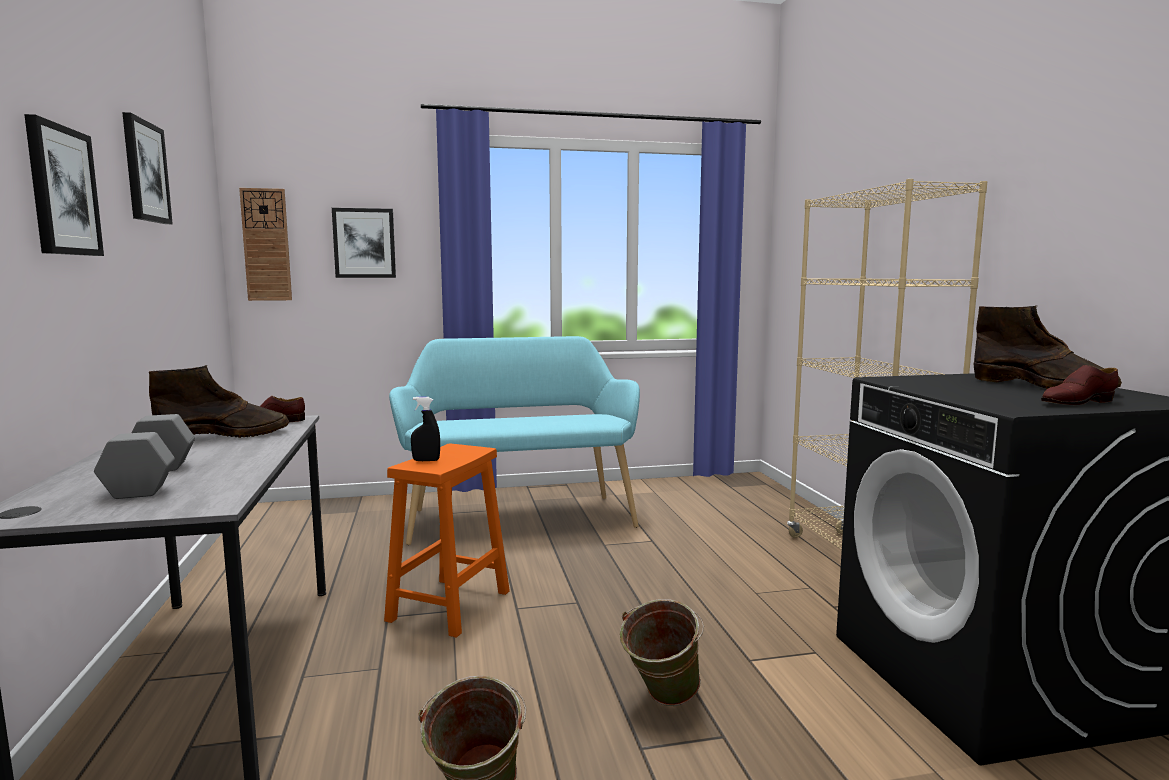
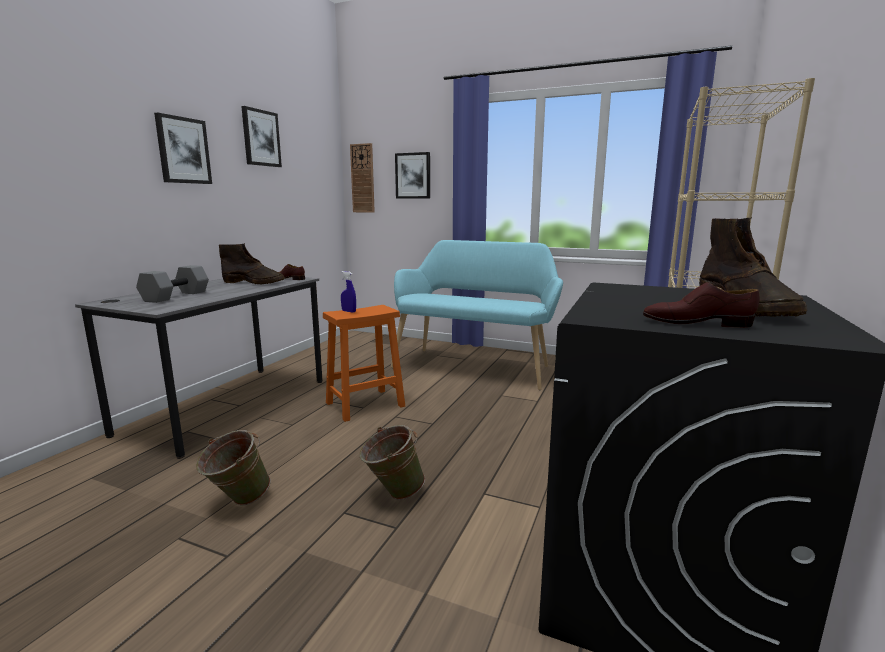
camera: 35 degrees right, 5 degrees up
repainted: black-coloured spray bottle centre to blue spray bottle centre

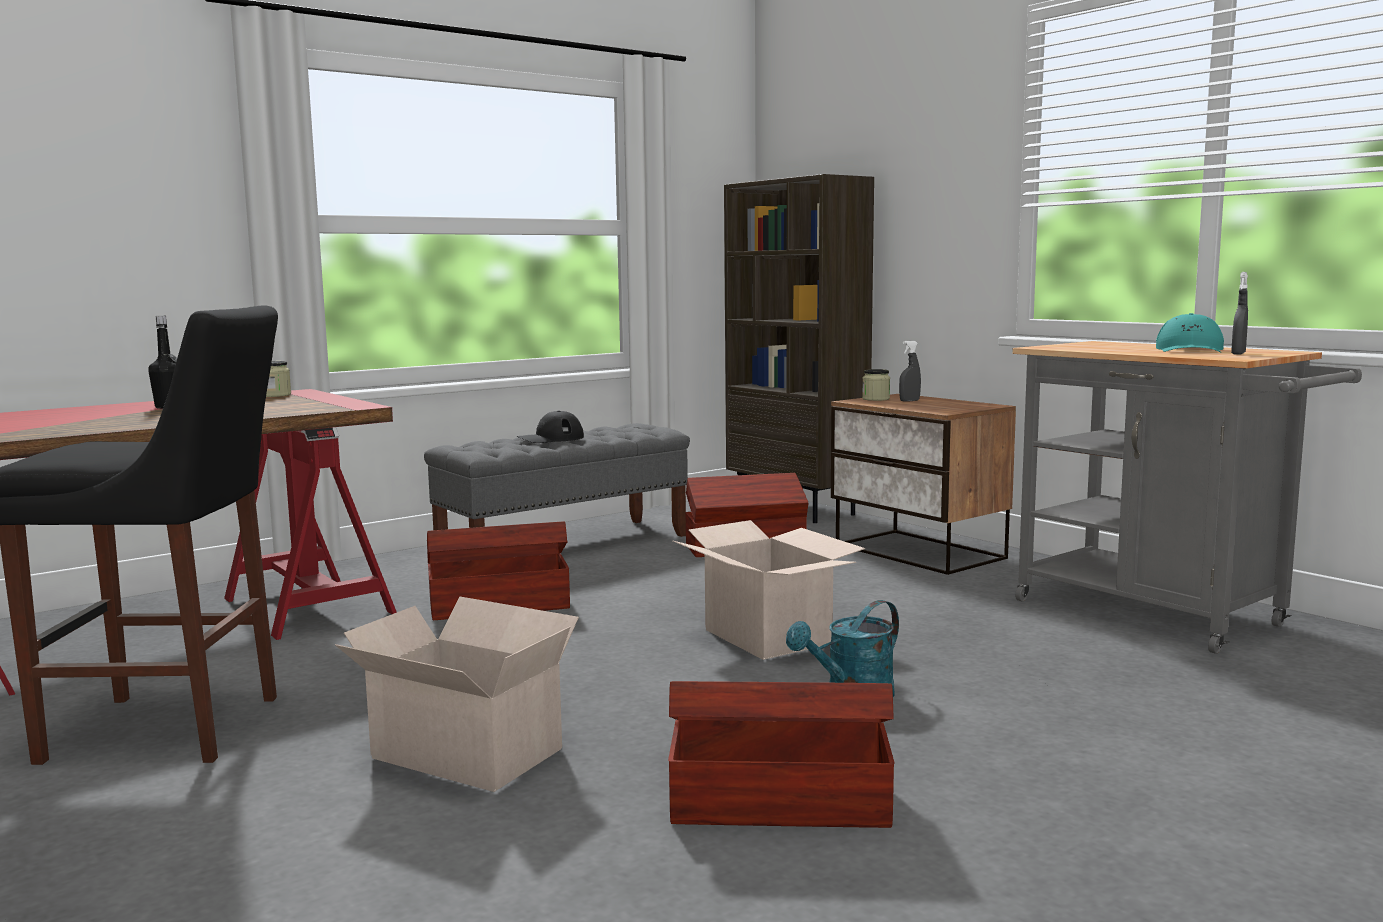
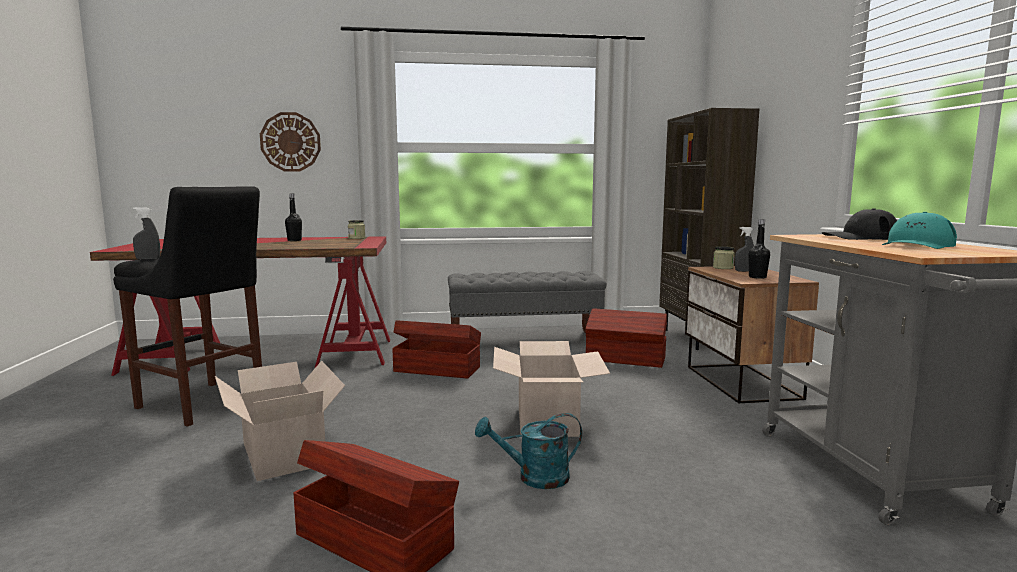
camera: 30 degrees right, 0 degrees up
new: wall clock top left; black-coloured bottle (no. 2 from left) middle right
shifted: black-coloured baseball cap centre to middle right; greyish spray bottle (no. 2 from left in the first image) middle right to greyish spray bottle (no. 1 from left) middle left

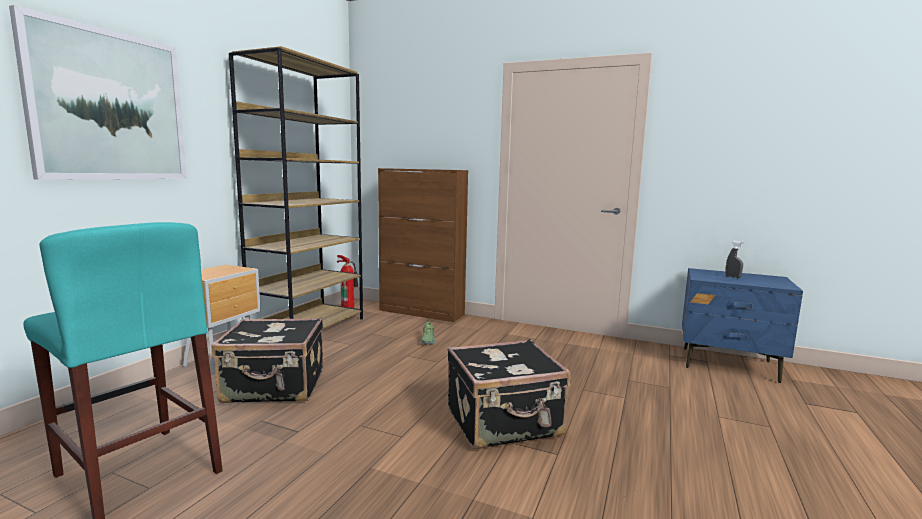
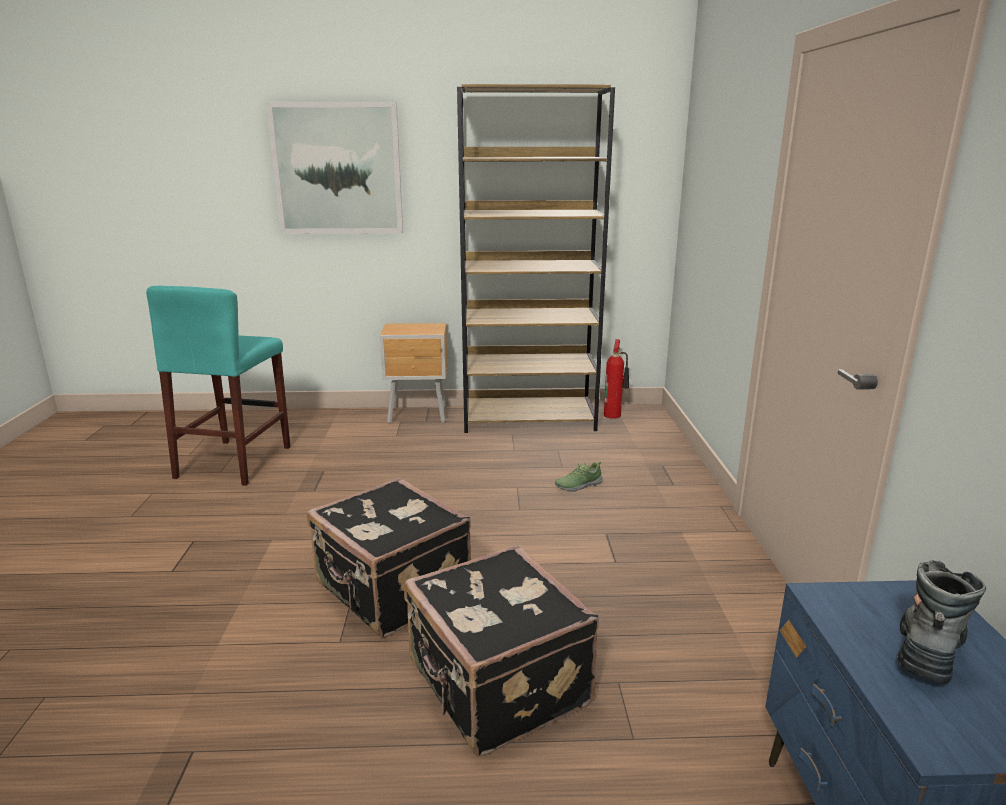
camera: 65 degrees right, 10 degrees up
gone: brown cabinet centre
shifted: black-coloured suitcase (no. 1 from left in the first image) bottom left to black-coloured suitcase (no. 2 from left) bottom centre
swapped: greyish spray bottle middle right to high-top boot bottom right

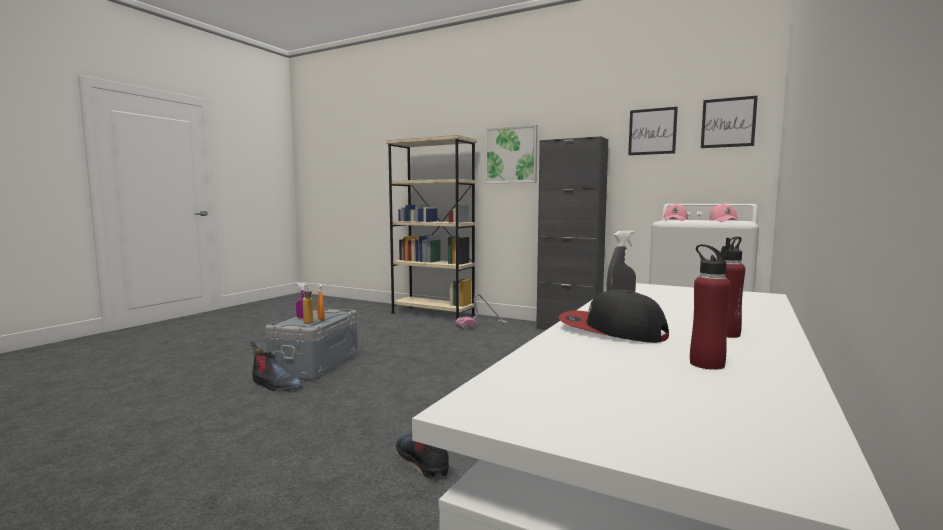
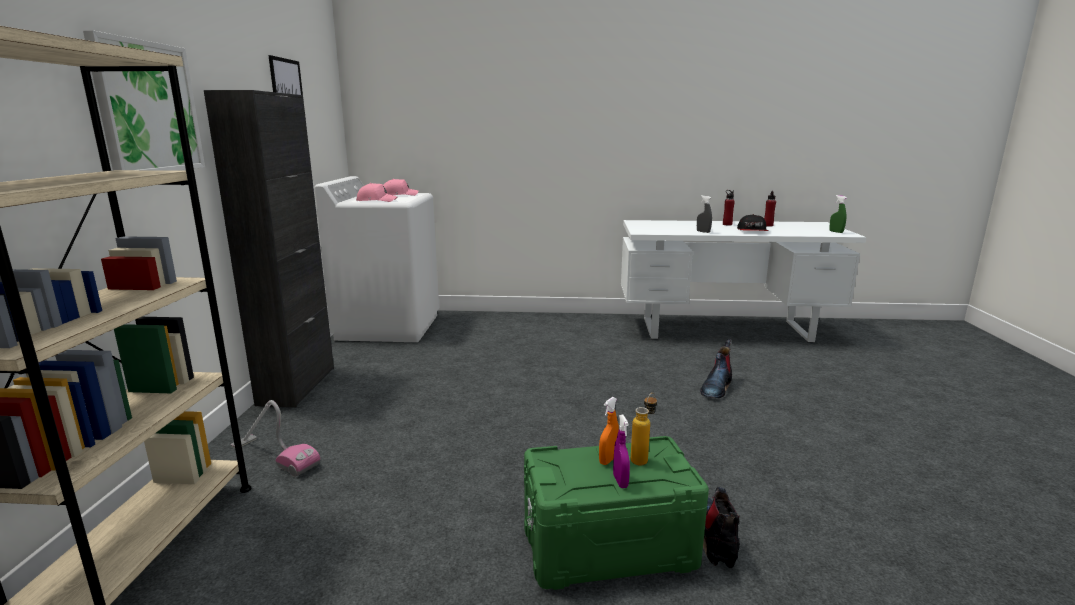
camera: 115 degrees left, 10 degrees up
gone: wall art (no. 3 from left) top right
new: greenish spray bottle middle right
repainted: greyish storage container middle left to greenish storage container bottom centre

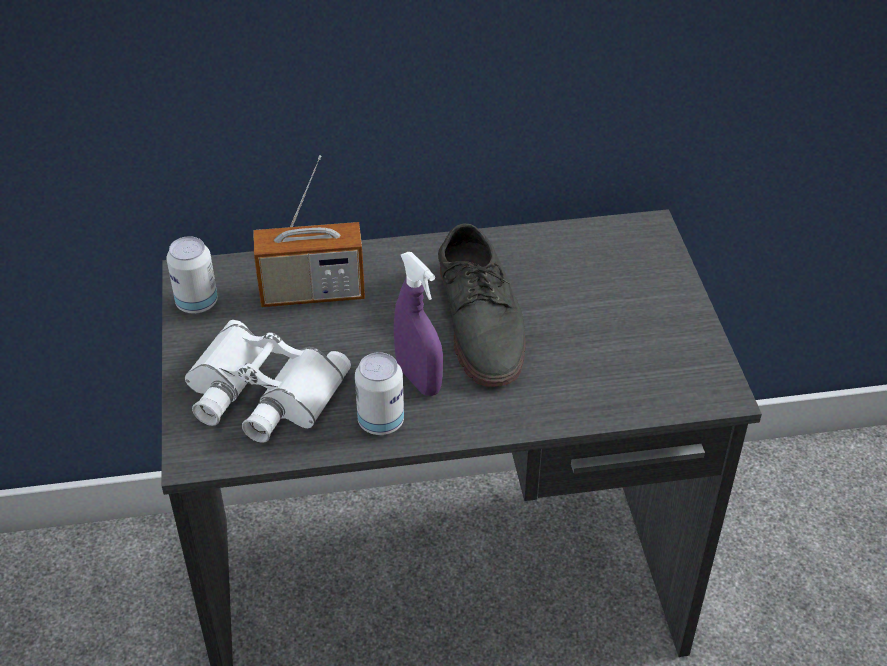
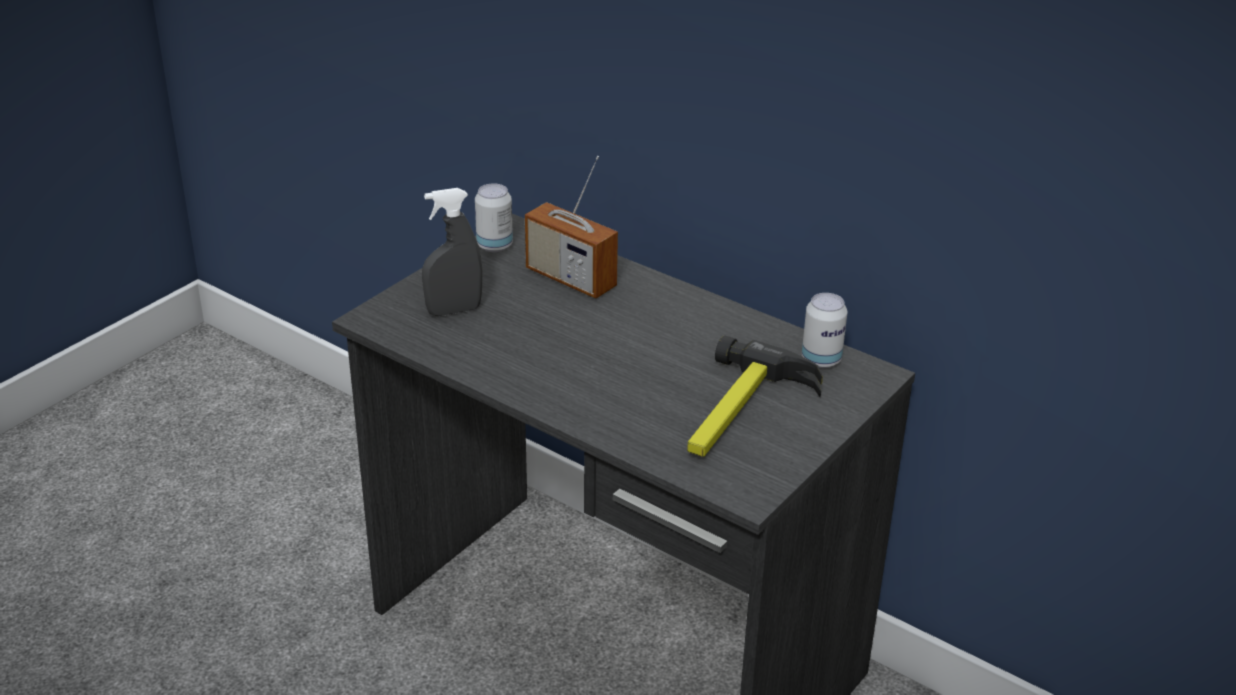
camera: 45 degrees right, 10 degrees down
gone: purplish spray bottle centre; greyish shoe centre
new: hand hammer centre
shifted: can (no. 2 from left) centre to middle right
swapped: white-coloured field glasses middle left to greyish spray bottle centre

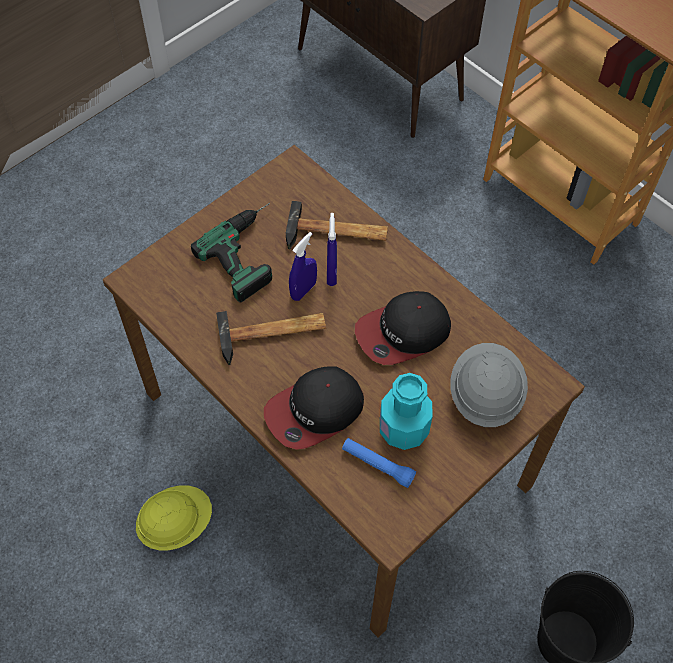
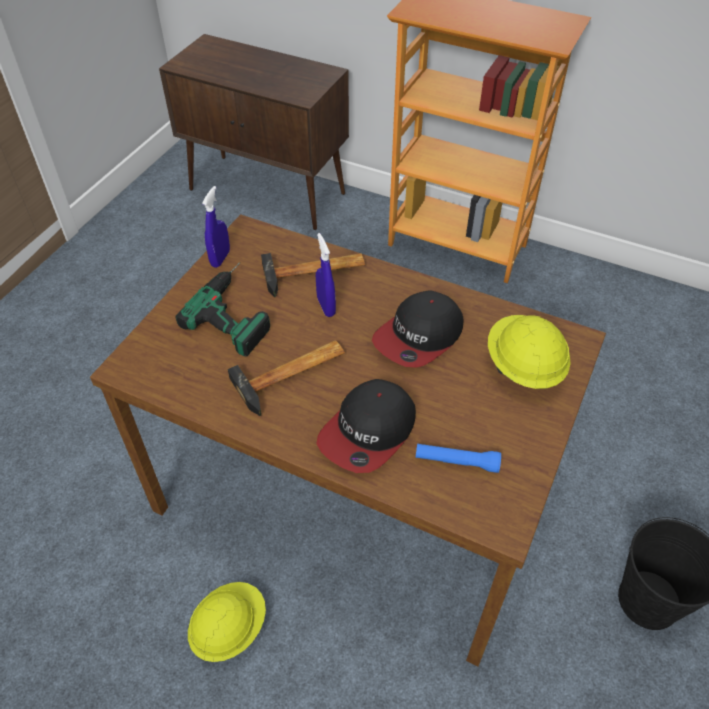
camera: 20 degrees left, 10 degrees down
gone: turquoise bottle centre
shifted: blue spray bottle (no. 1 from left) centre to top left
repainted: greyish hard hat middle right to yellow hard hat (no. 2 from left) middle right

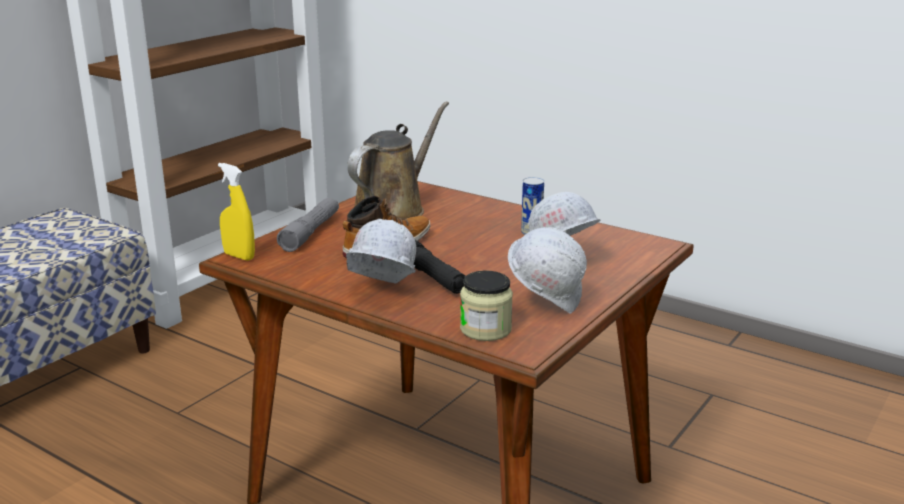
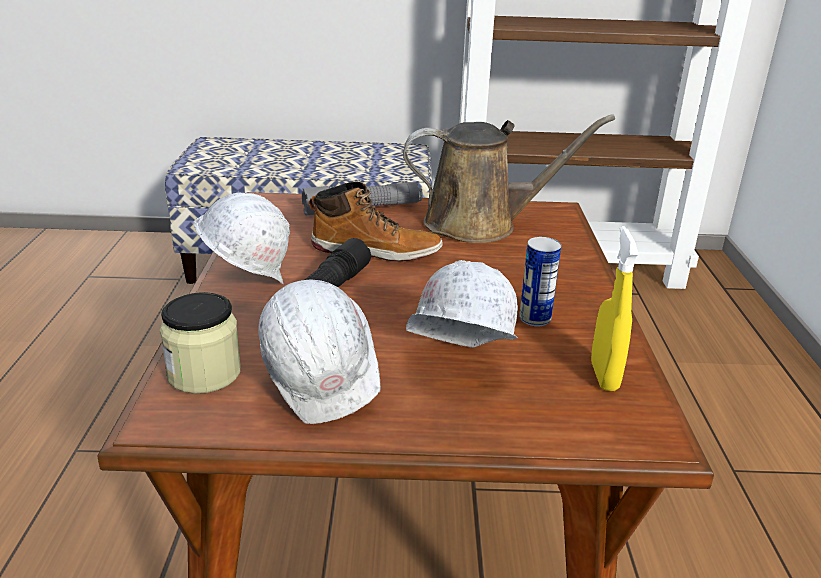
camera: 55 degrees right, 5 degrees up
shifted: yellow spray bottle middle left to middle right

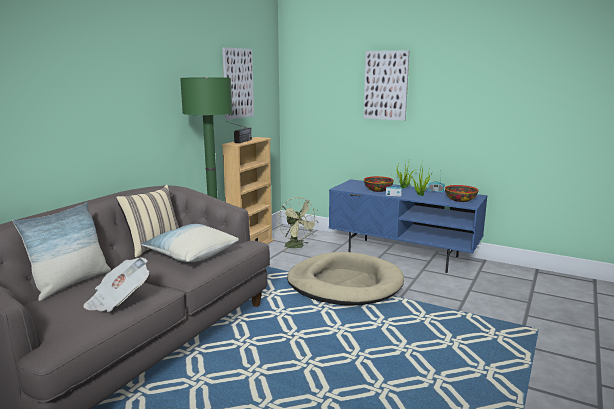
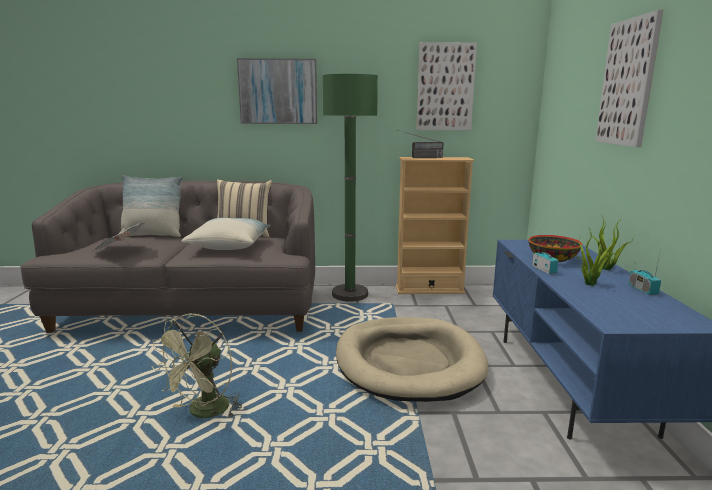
camera: 60 degrees right, 0 degrees up
gone: deep dish (no. 2 from left) middle right
new: wall art (no. 1 from left) top centre
shifted: greenish cooling fan centre to bottom left

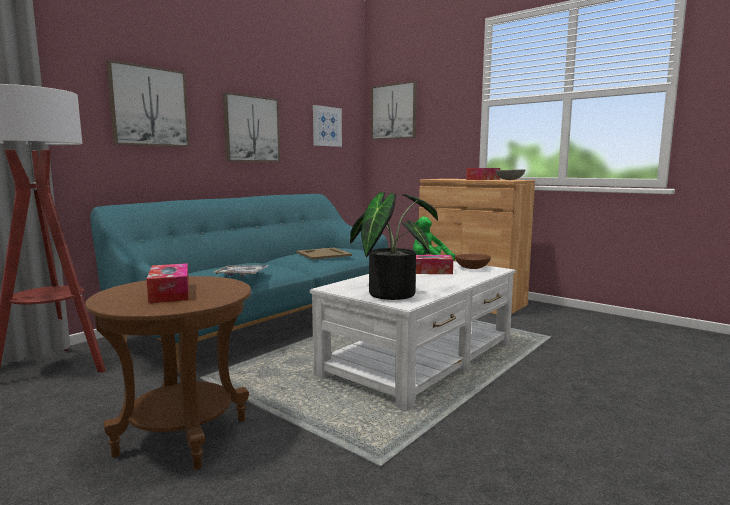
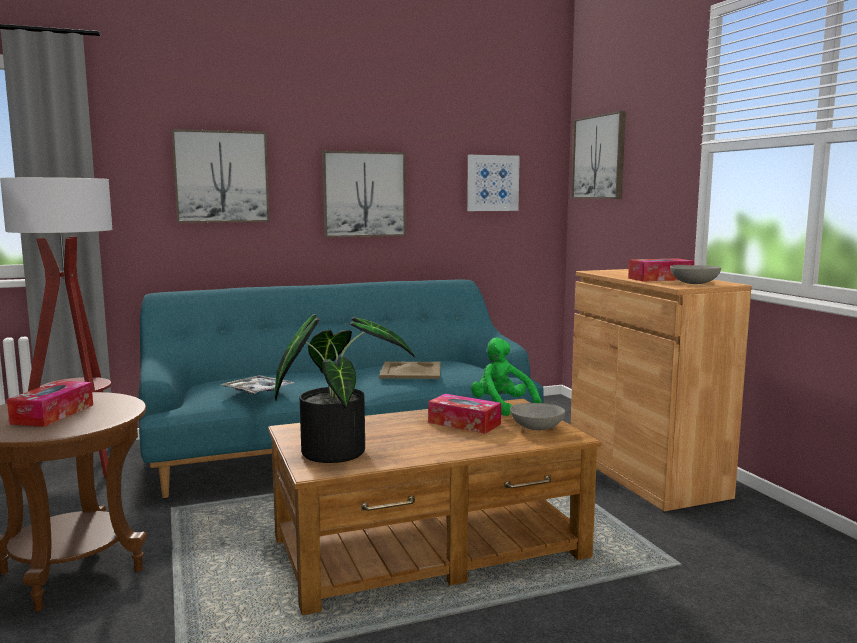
camera: 30 degrees right, 0 degrees up
repainted: white-coloured low table centre to brown low table bottom centre; brown deep dish centre to greyish deep dish (no. 1 from left) centre

